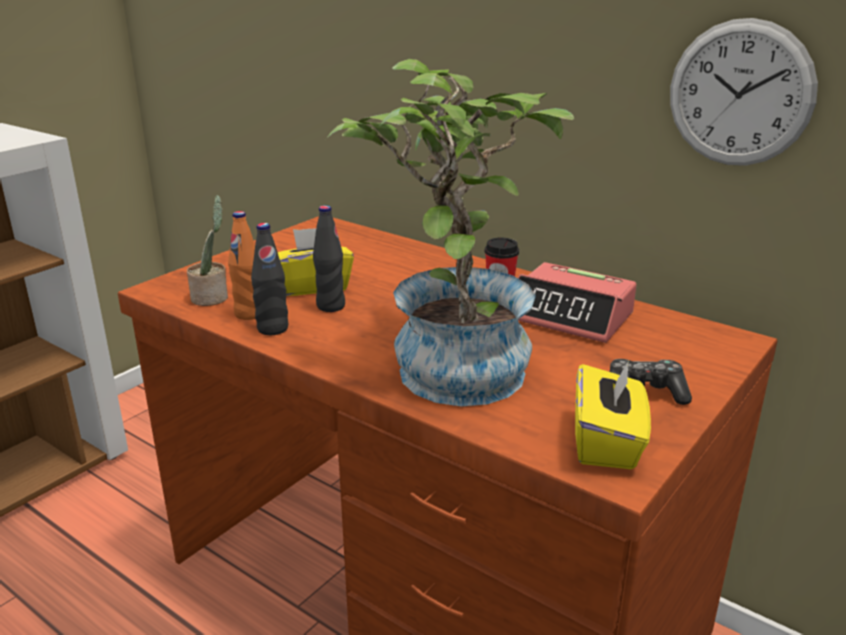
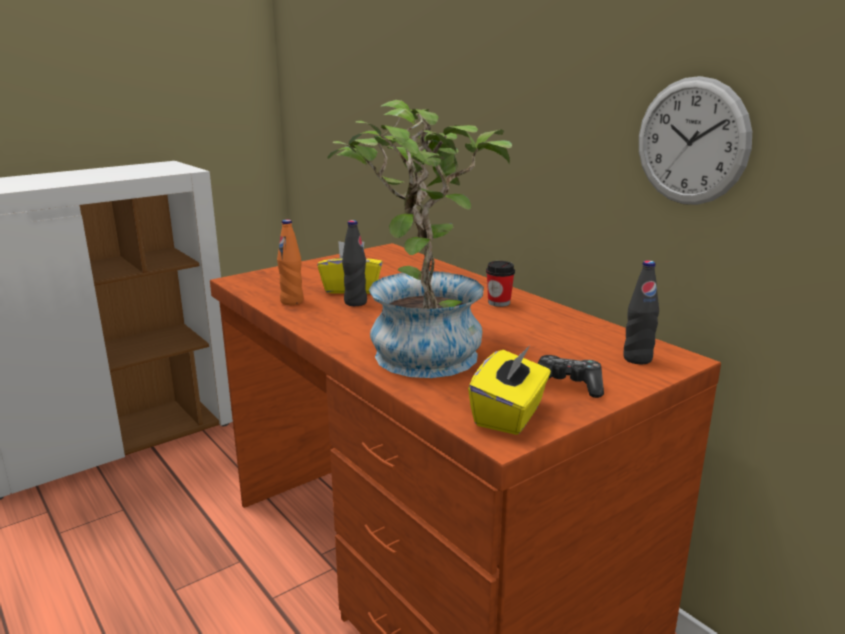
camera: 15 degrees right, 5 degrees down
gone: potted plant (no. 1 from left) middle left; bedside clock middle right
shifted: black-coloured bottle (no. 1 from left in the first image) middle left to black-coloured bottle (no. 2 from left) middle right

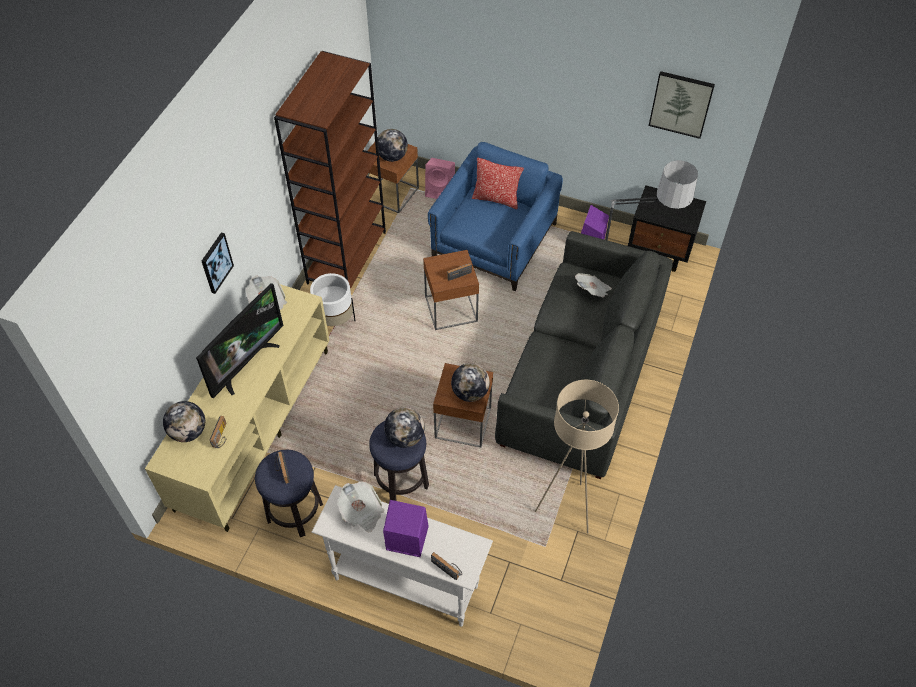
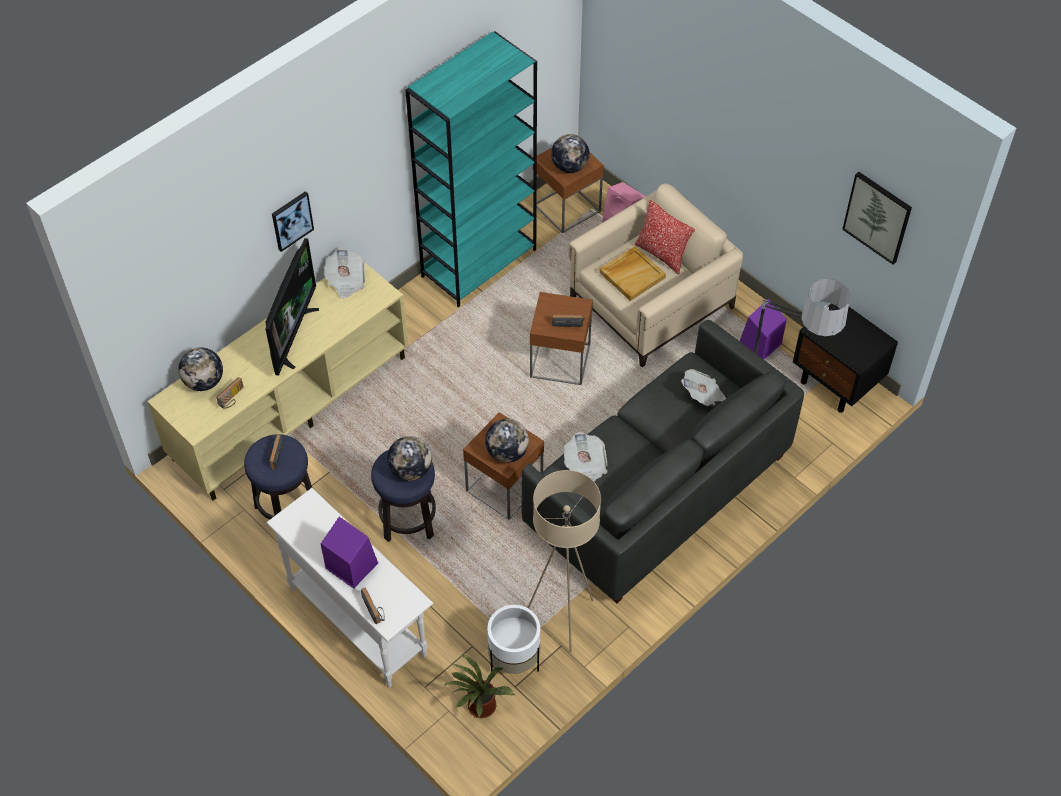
camera: 25 degrees right, 0 degrees up
new: potted plant bottom centre; beige tray centre
shifted: white-coloured flower pot centre to bottom centre; printed paper (no. 2 from left) bottom centre to centre
repainted: brown bookcase top centre to turquoise bookcase top centre; blue lounge chair top centre to beige lounge chair centre
rotated: television middle left = middle left 45 degrees counterclockwise

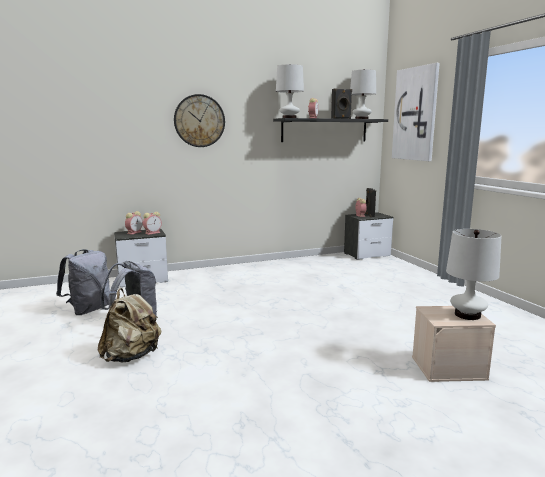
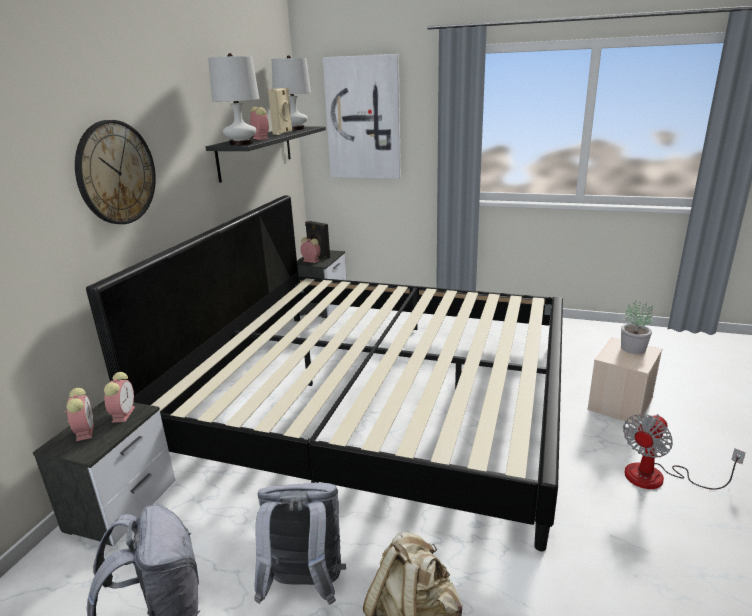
camera: 50 degrees left, 10 degrees up
new: bedroom bed centre; cooling fan bottom right
swapped: white-coloured lamp for a table (no. 3 from left) middle right to potted plant middle right
repainted: black-coloured audio speaker (no. 1 from left) top centre to beige audio speaker top centre

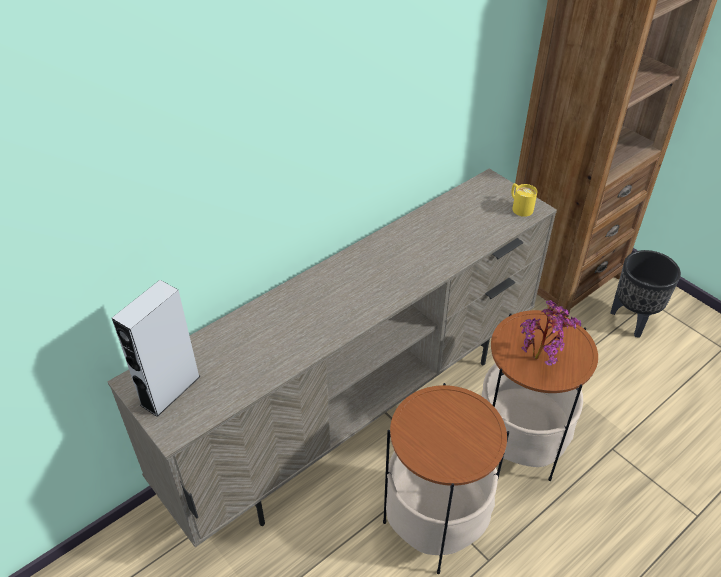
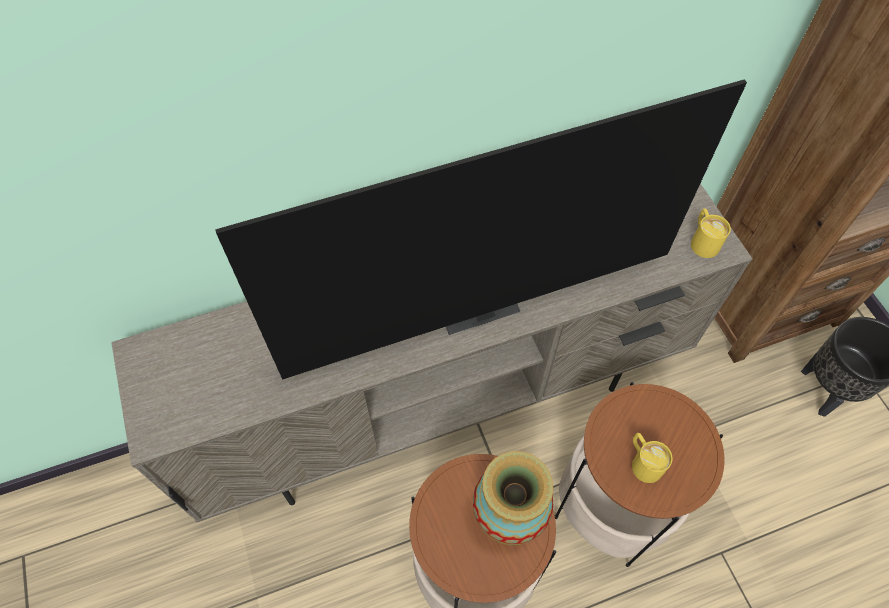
camera: 20 degrees right, 15 degrees up
gone: greyish audio speaker middle left
new: television centre; decorative vase bottom centre
swapped: potted plant middle right to yellow mug (no. 1 from left) bottom right

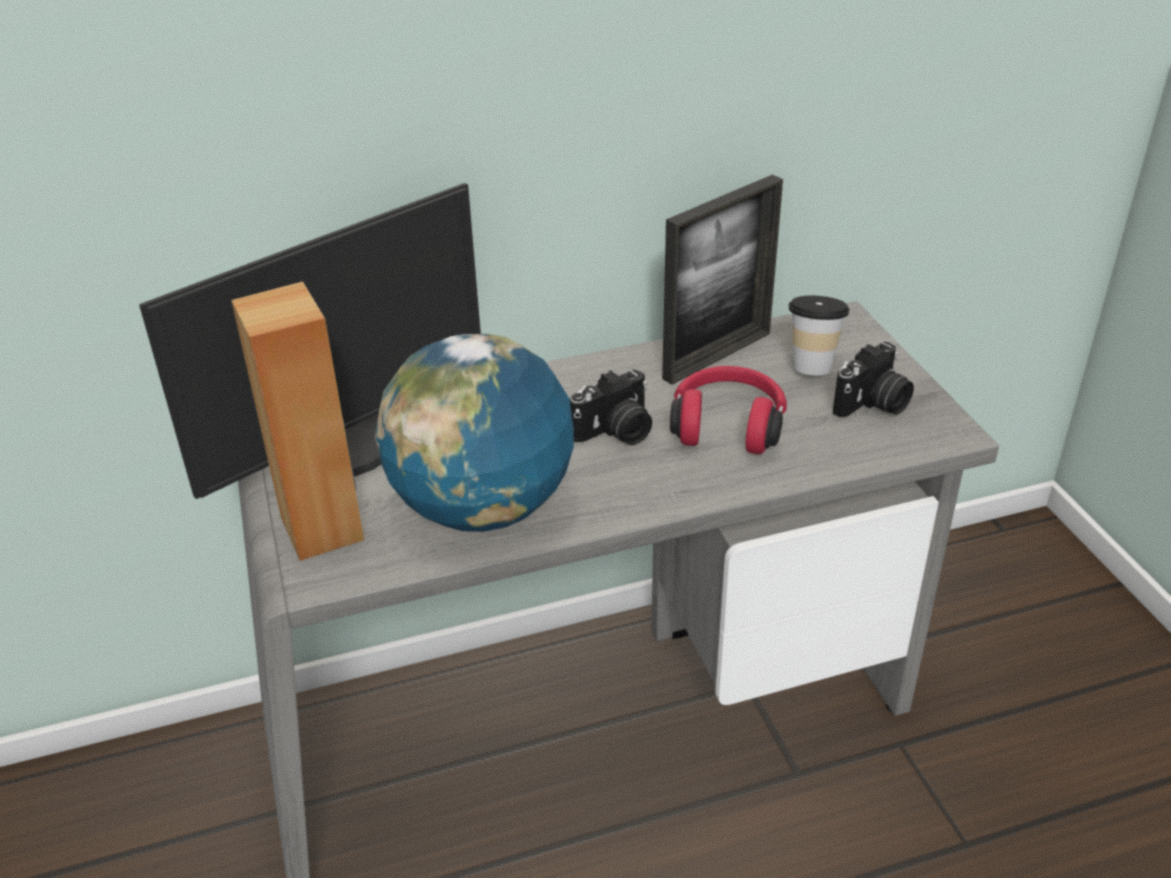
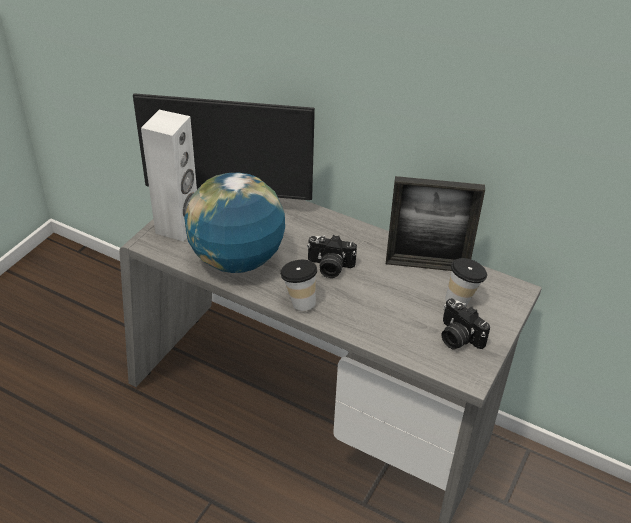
camera: 45 degrees right, 5 degrees up
gone: red-coloured headset centre
new: cup (no. 1 from left) centre
repainted: brown audio speaker middle left to white-coloured audio speaker middle left
rotated: still camera (no. 2 from left) middle right = middle right 45 degrees clockwise

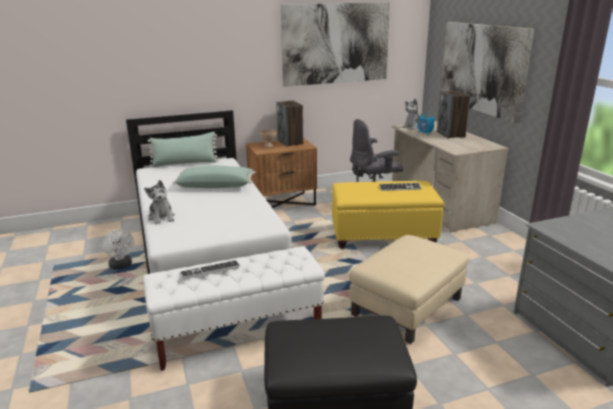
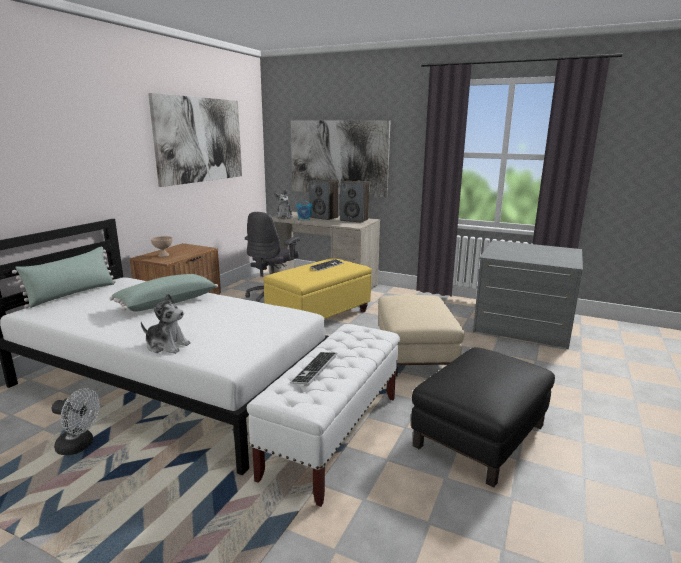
camera: 45 degrees left, 5 degrees down
shifted: audio speaker (no. 1 from left in the first image) top centre to audio speaker (no. 2 from left) centre

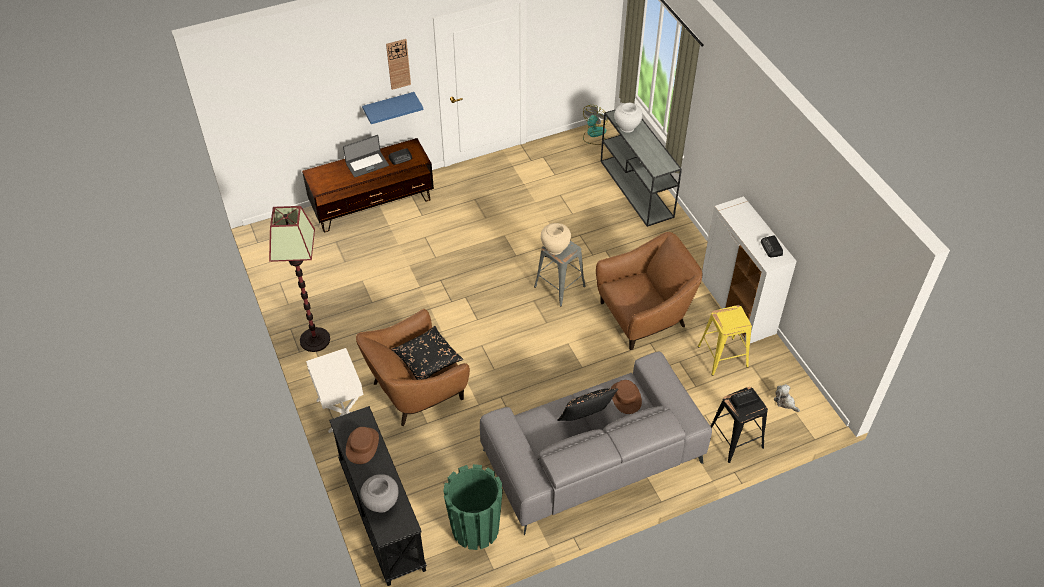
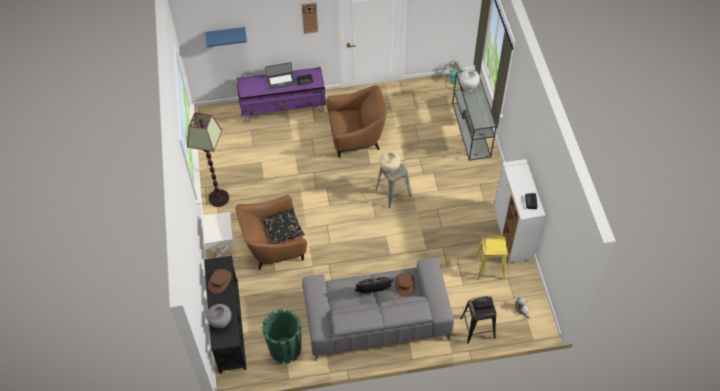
camera: 15 degrees right, 5 degrees up
shifted: blue bracket shelf top centre to top left; brown lounge chair (no. 2 from left) centre to top centre
repainted: brown tv stand top centre to purplish tv stand top centre

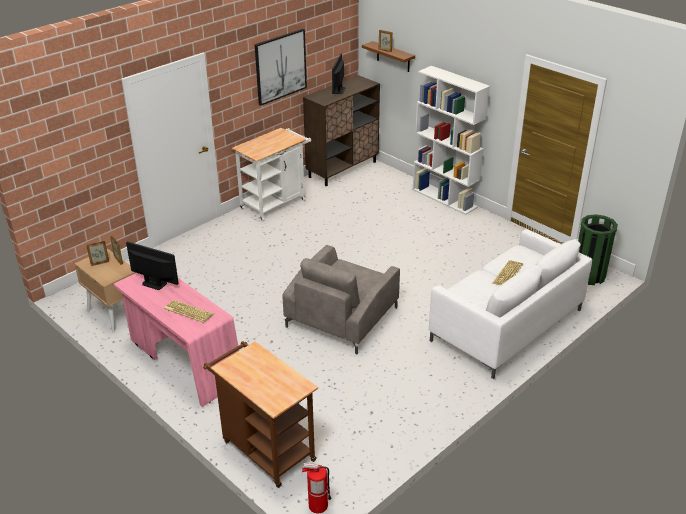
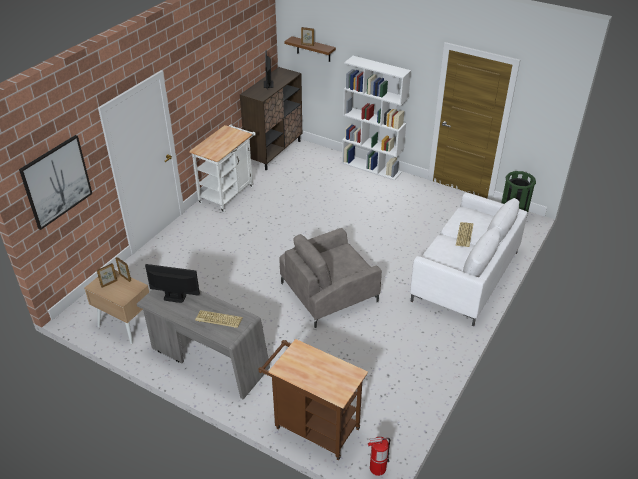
camera: 15 degrees left, 5 degrees up
shifted: wall art top centre to middle left
repainted: pinkish desk unit middle left to greyish desk unit bottom left
rotated: greyish lounge chair centre = centre 45 degrees clockwise

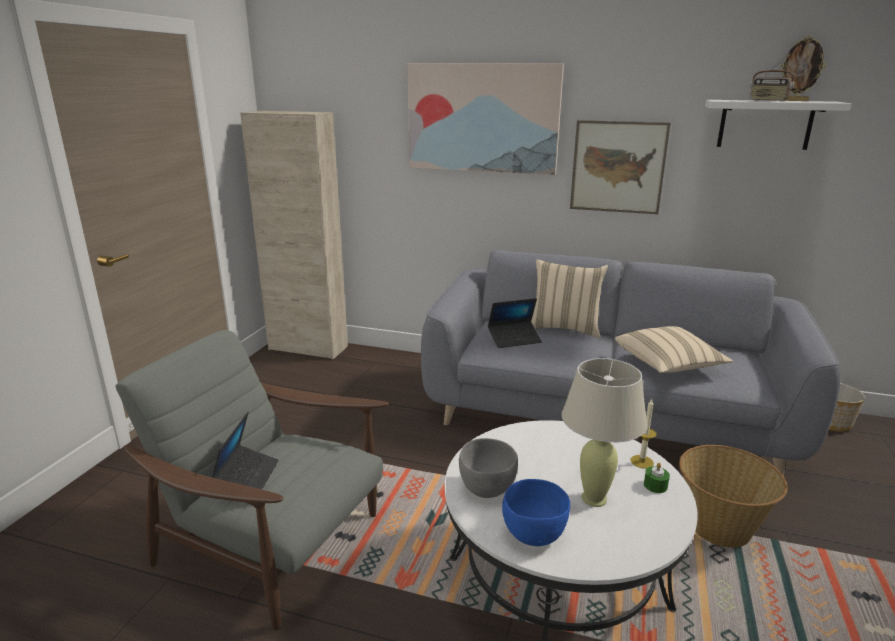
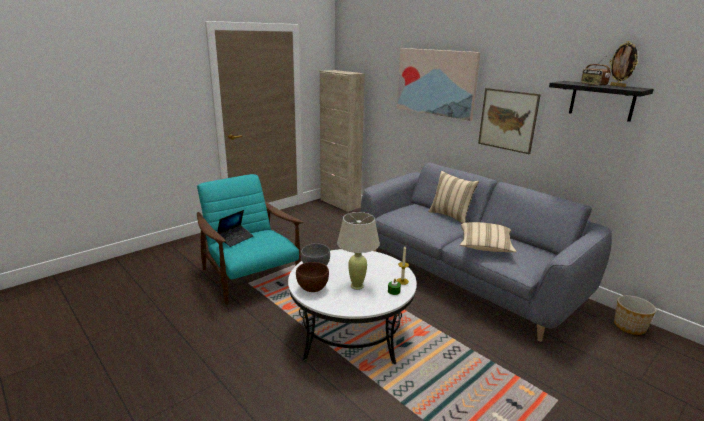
camera: 30 degrees right, 0 degrees up
gone: laptop (no. 2 from left) centre; basket bottom right
repainted: greyish lounge chair bottom left to turquoise lounge chair centre; blue deep dish bottom centre to brown deep dish centre; white-coloured bracket shelf top right to black-coloured bracket shelf top right

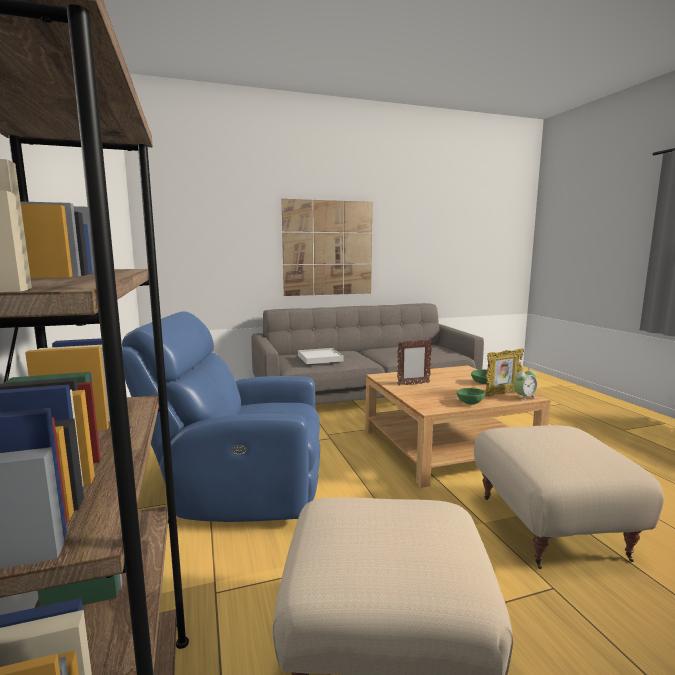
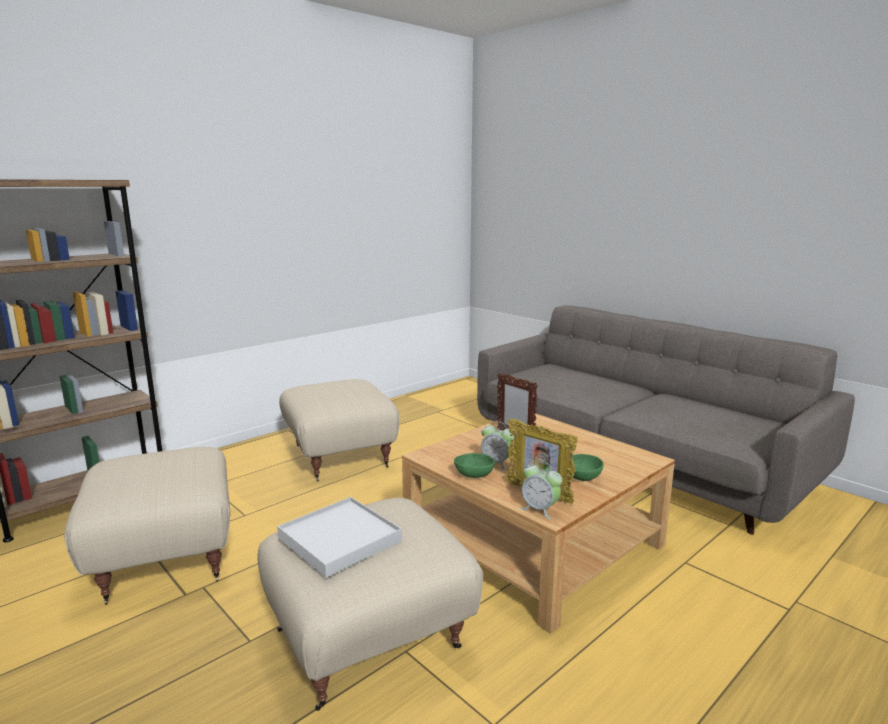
camera: 65 degrees right, 5 degrees up
gone: wall art centre
new: bedside clock (no. 1 from left) centre
shifted: white-coloured tray centre to bottom centre
swapped: blue lounge chair middle left to beige pouffe (no. 2 from left) centre

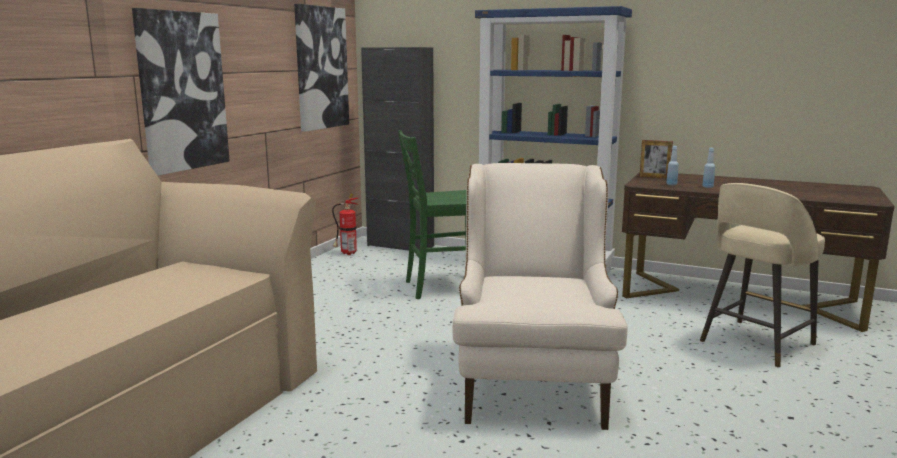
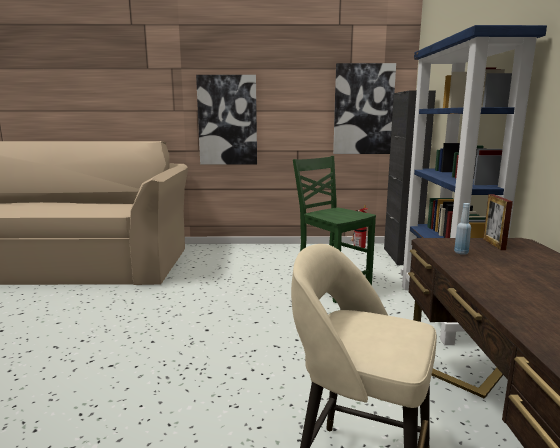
camera: 65 degrees right, 0 degrees up
gone: beige lounge chair centre; blue bottle (no. 2 from left) middle right

